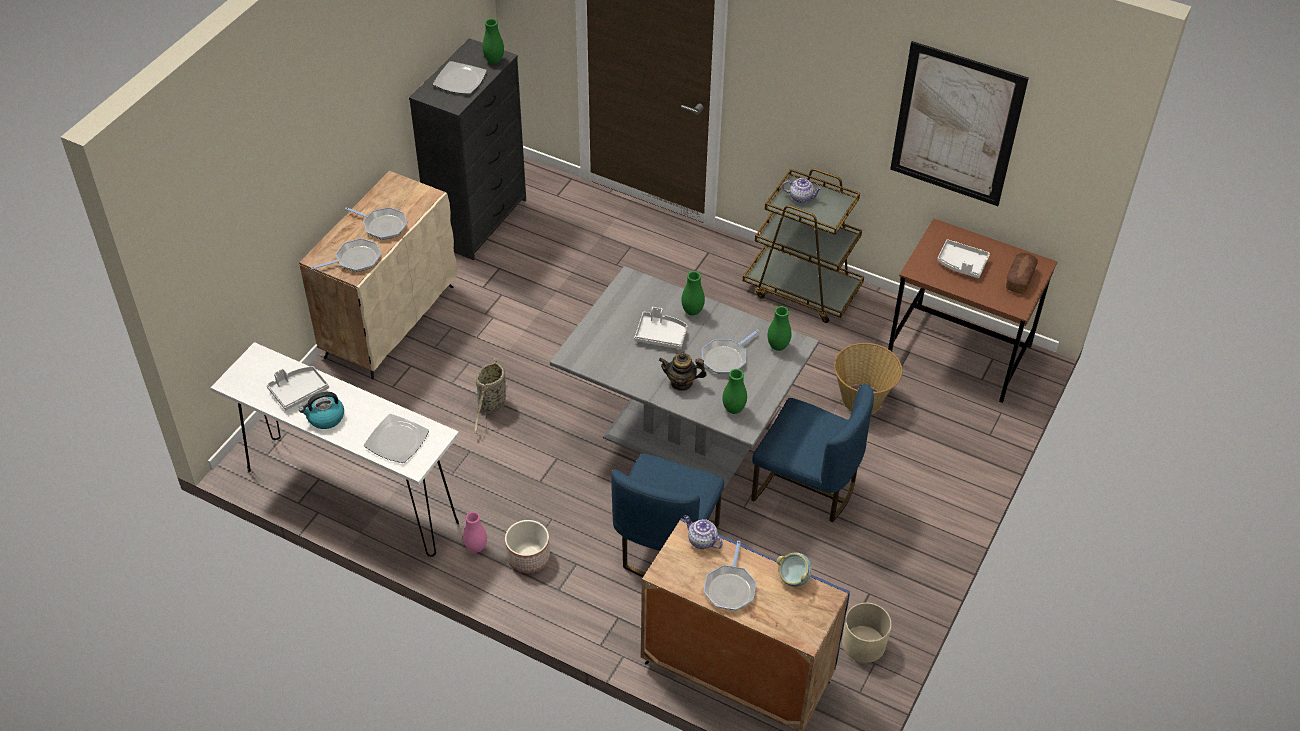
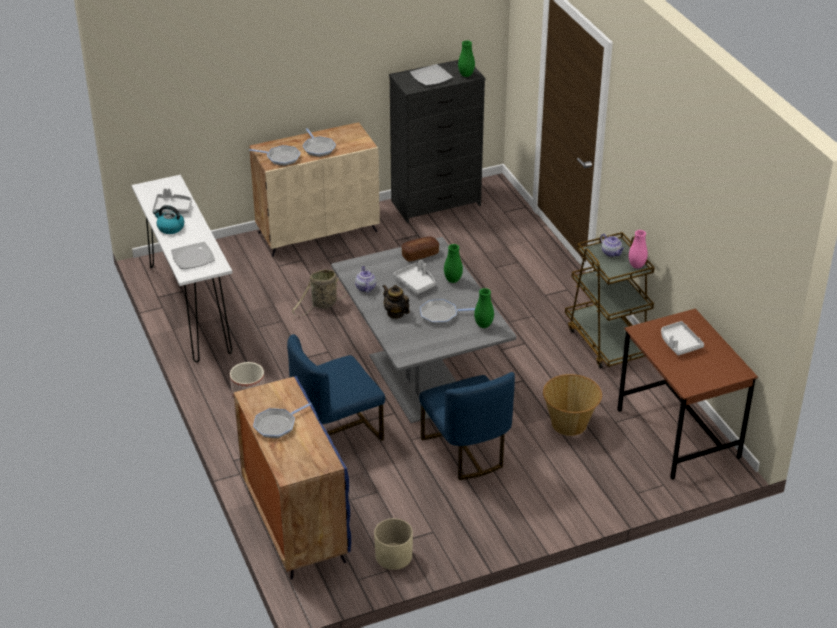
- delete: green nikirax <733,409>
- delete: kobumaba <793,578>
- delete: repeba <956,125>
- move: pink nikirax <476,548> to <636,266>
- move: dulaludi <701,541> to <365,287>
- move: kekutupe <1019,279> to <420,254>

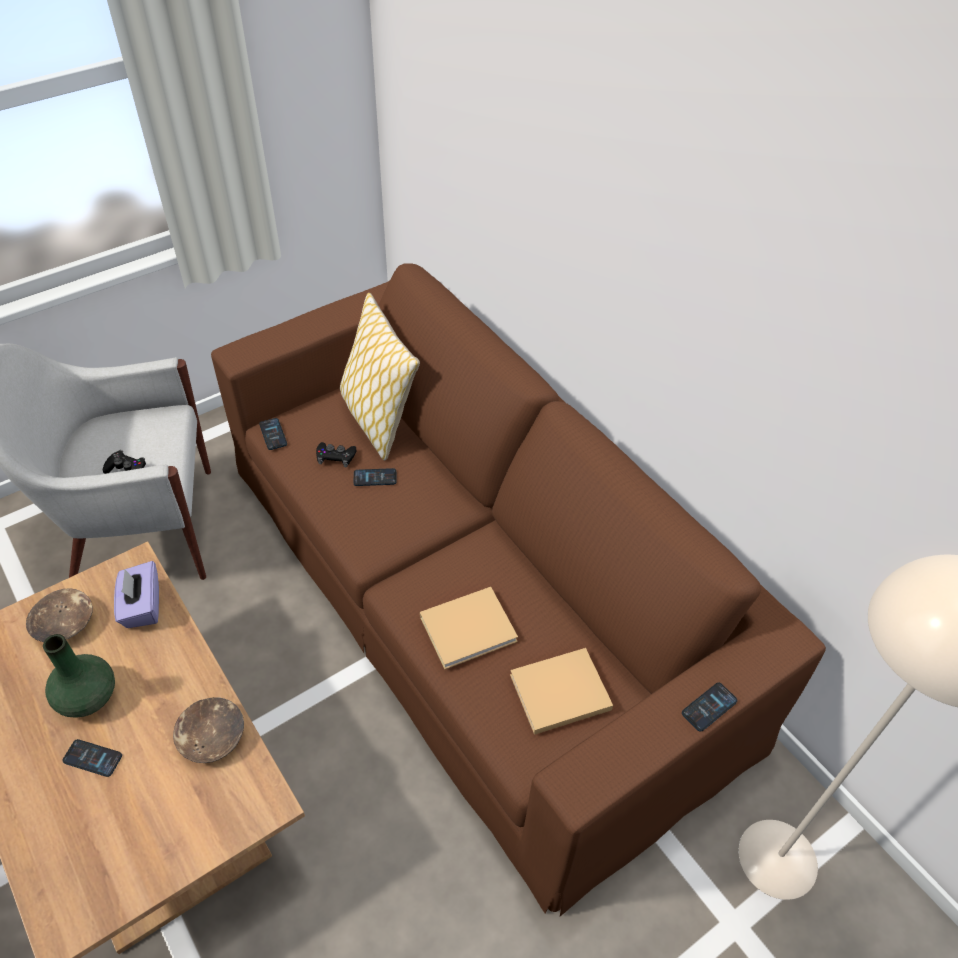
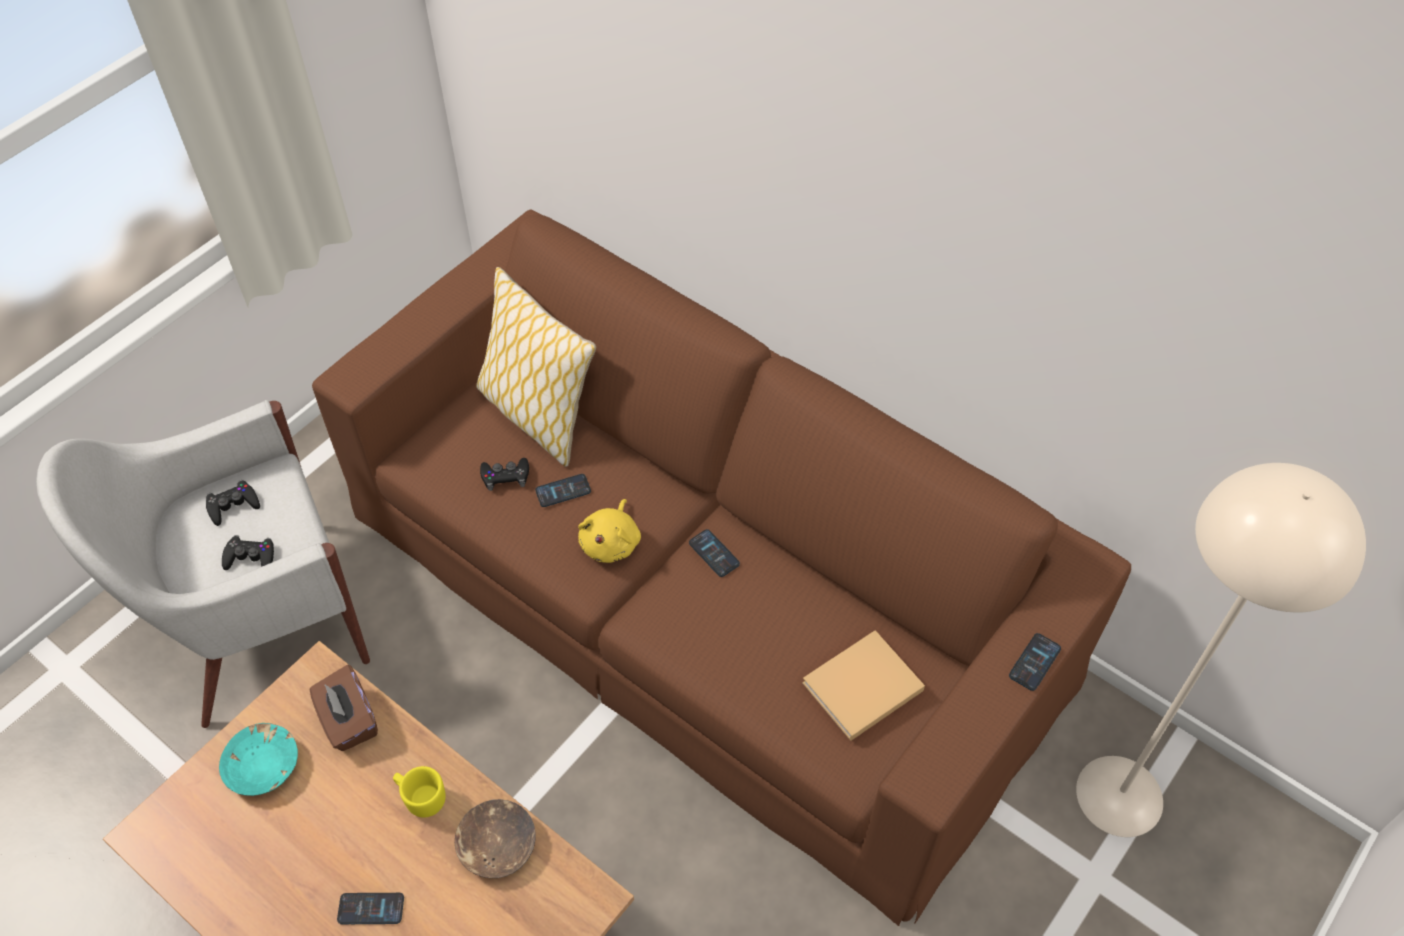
- delete: green nikirax <87,696>
- delete: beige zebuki <471,628>
- insert: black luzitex <233,505>
- insert: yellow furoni <421,797>
- insert: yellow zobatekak <611,542>
- move: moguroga <273,434> to <714,553>
- recolor: brown kobumaba <65,623> to turquoise kobumaba <264,766>
- recolor: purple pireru <142,606> to brown pireru <349,721>

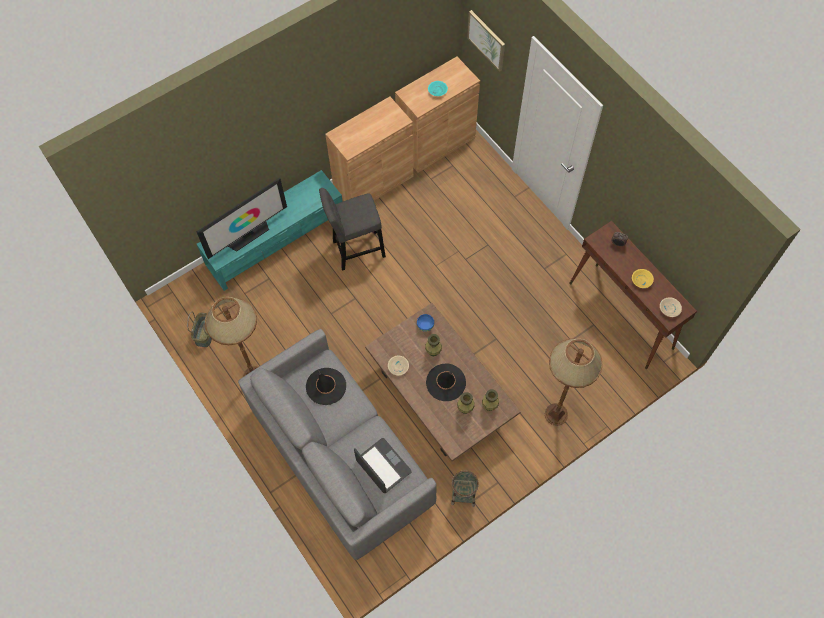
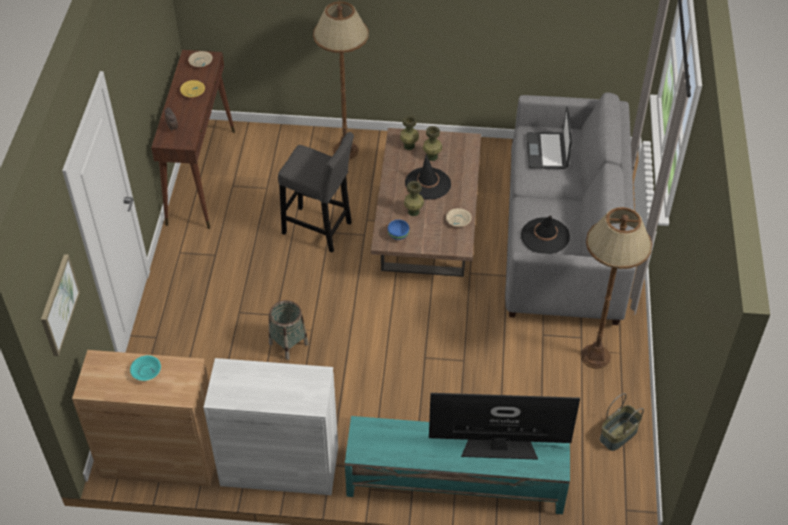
- move: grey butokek <356,250> to <320,230>
- move: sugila <463,494> to <288,343>
- recolor: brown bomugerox <373,182> to white bomugerox <279,466>

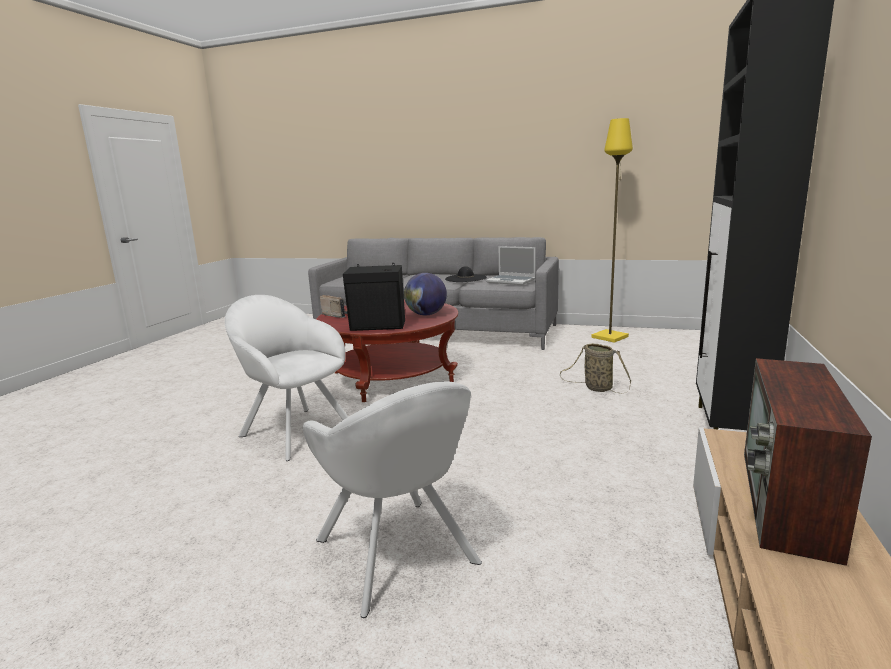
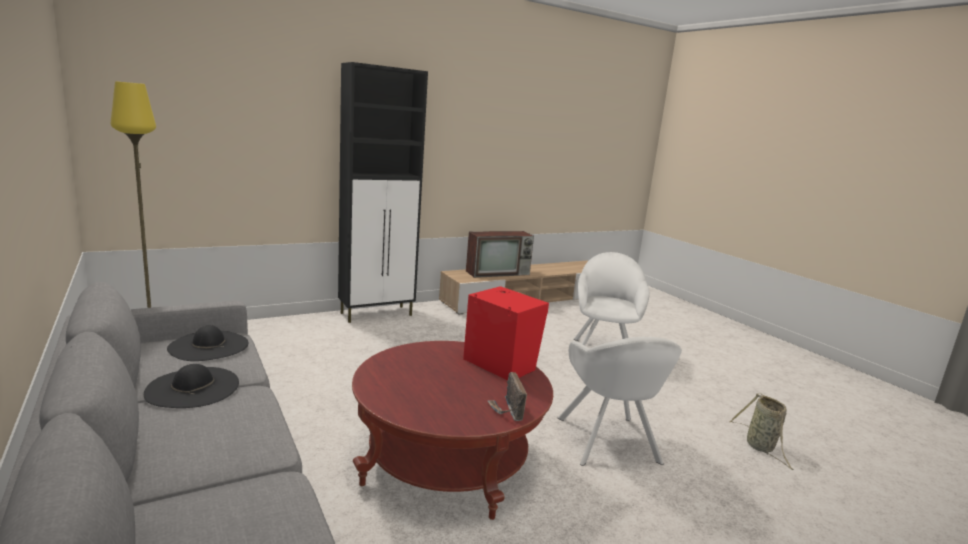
- delete: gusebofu <426,314>
- move: sugila <596,388> to <761,447>
- replace: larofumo <511,281> to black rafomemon <208,346>
- recolor: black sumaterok <378,326> to red sumaterok <500,363>

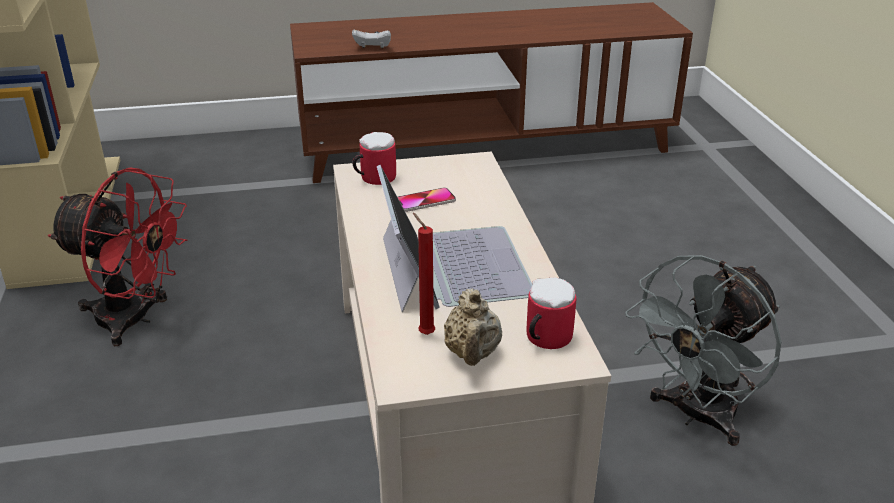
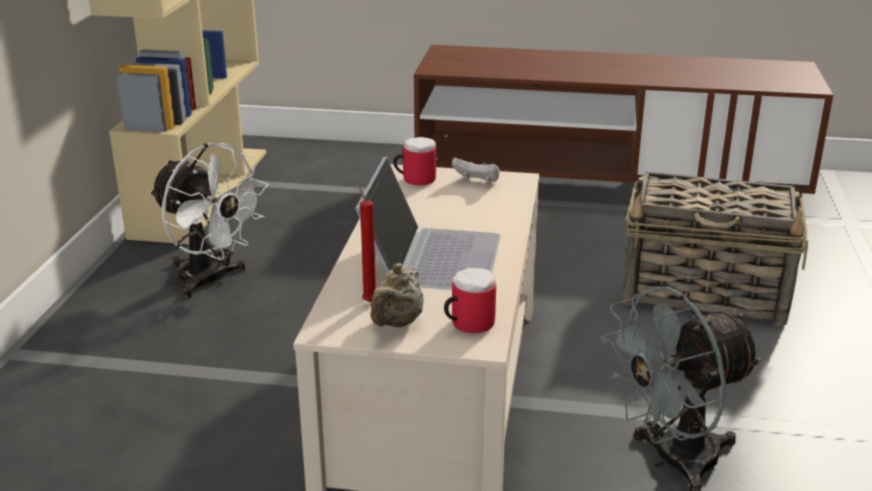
- delete: moguroga <425,201>
- insert: sugila <706,292>
- move: white luzitex <372,48> to <477,182>
- recolor: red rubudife <135,319> to white rubudife <211,281>

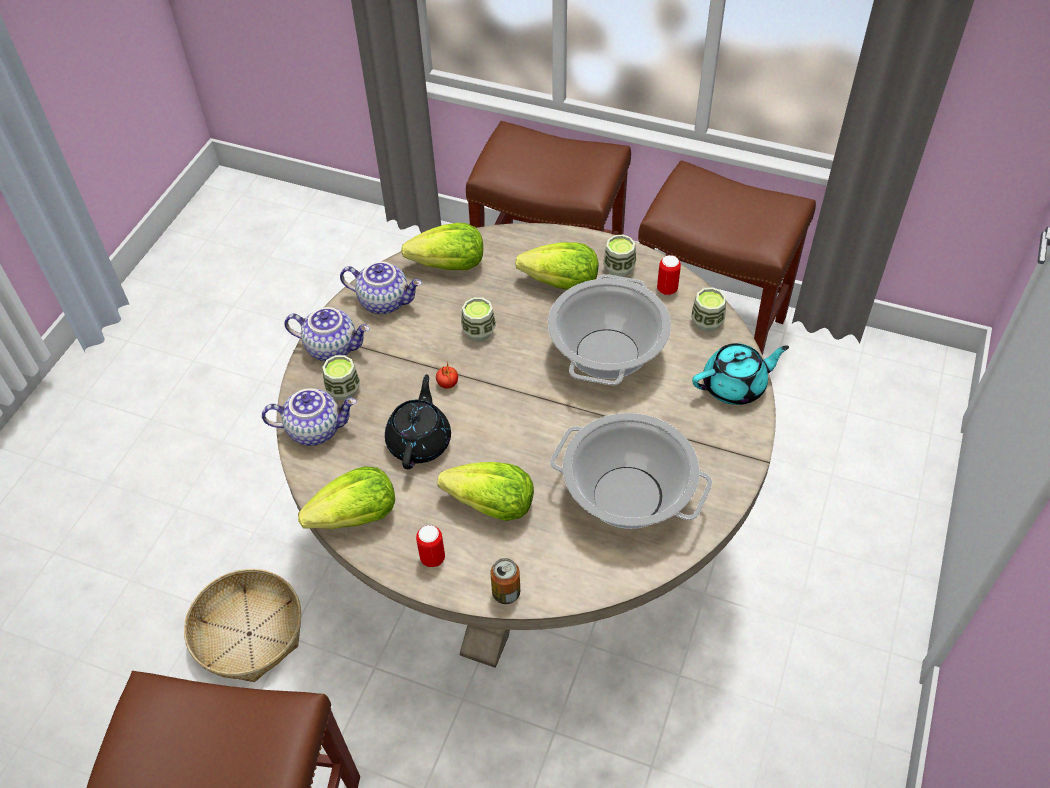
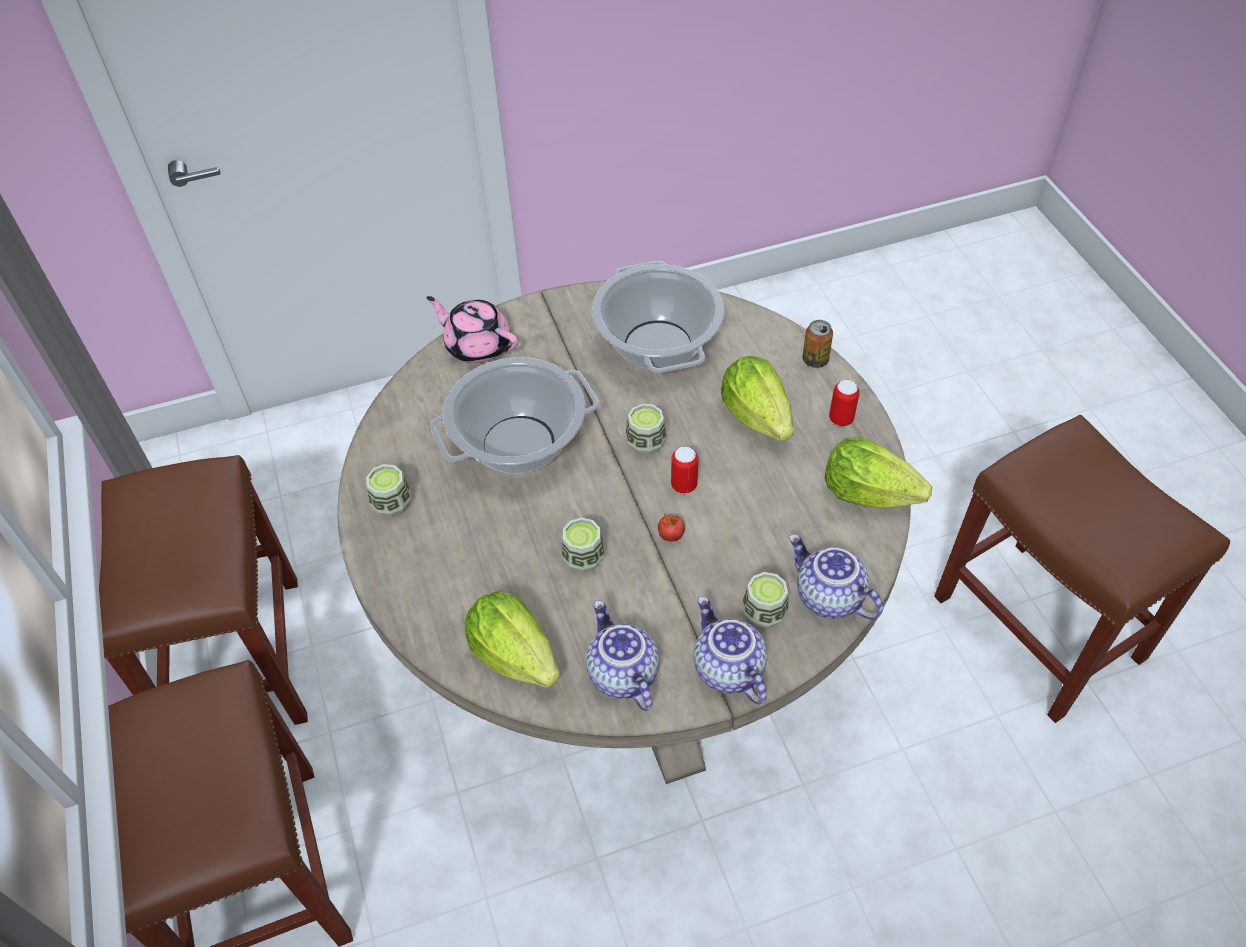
- delete: sugila <248,634>
- delete: black dulaludi <420,441>
- delete: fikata <561,284>
- move: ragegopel <667,289> to <684,485>
- move: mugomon <707,322> to <646,443>
- recolor: turquoise dulaludi <735,386> to pink dulaludi <477,345>

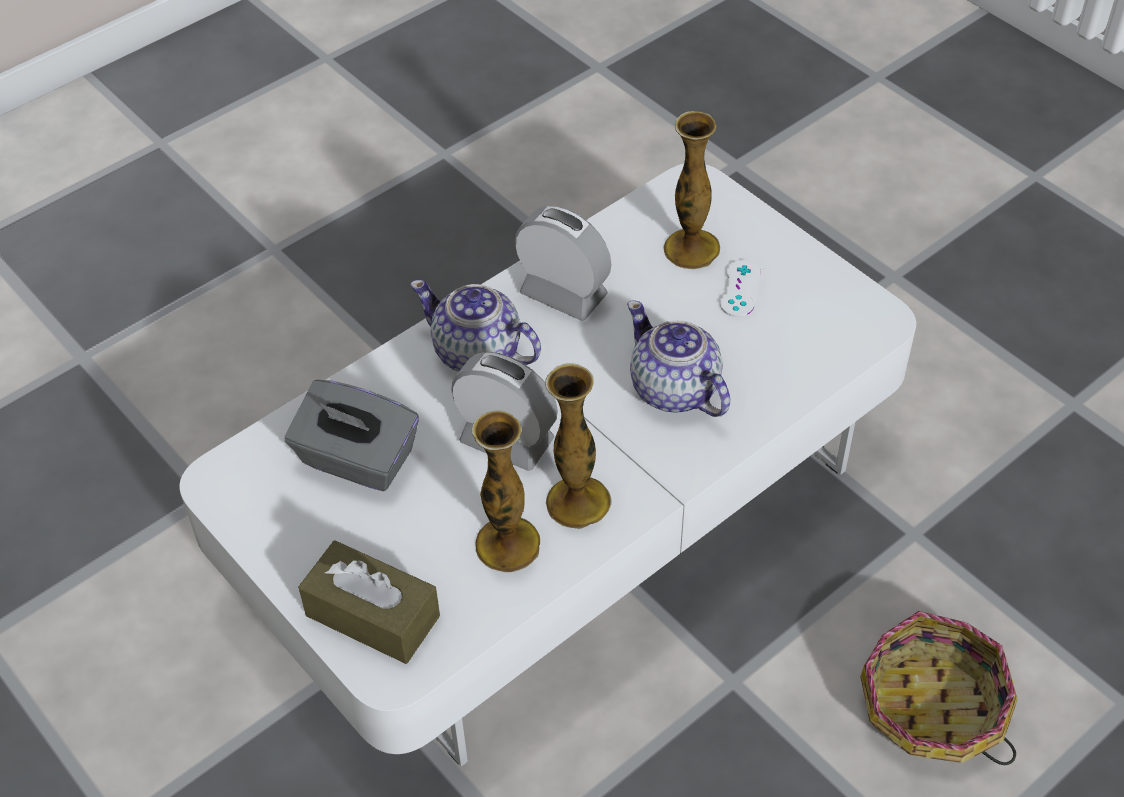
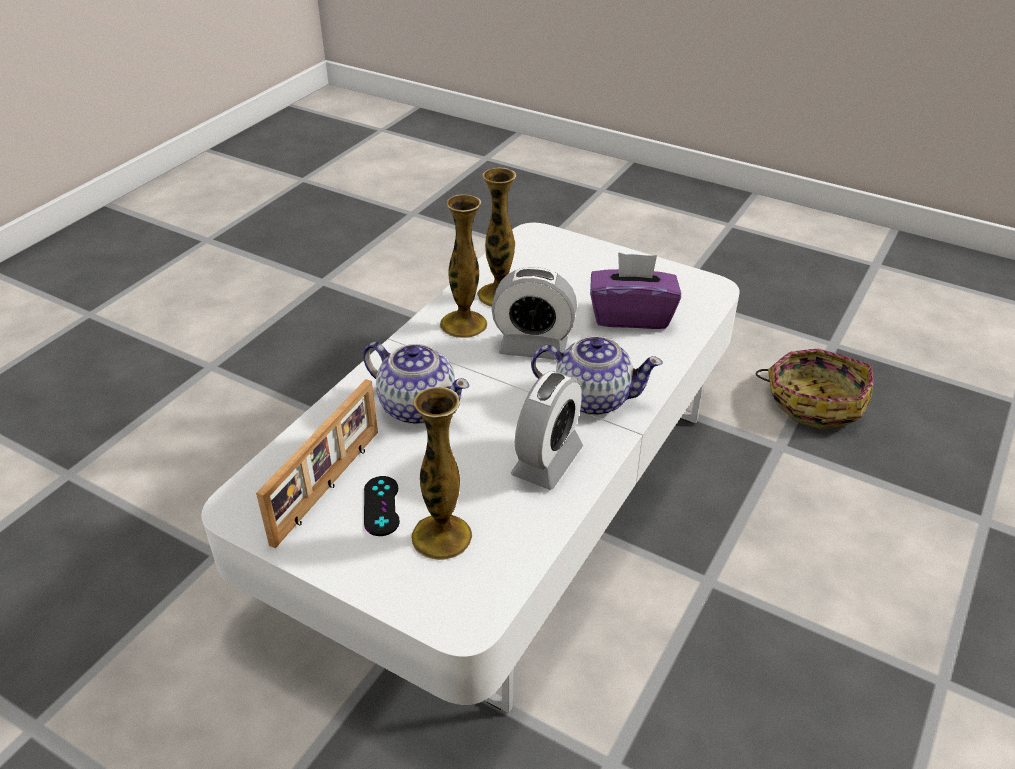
- delete: brown pireru <372,615>
- insert: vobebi <329,486>
- move: sugila <932,708> to <814,401>
- recolor: grey pireru <356,460> to purple pireru <631,315>
- recolor: white luzitex <740,288> to black luzitex <381,506>
- rotate: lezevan <563,294> = <547,461> 75 degrees counterclockwise

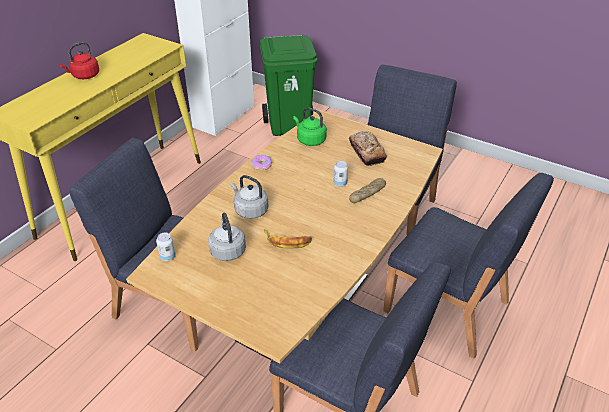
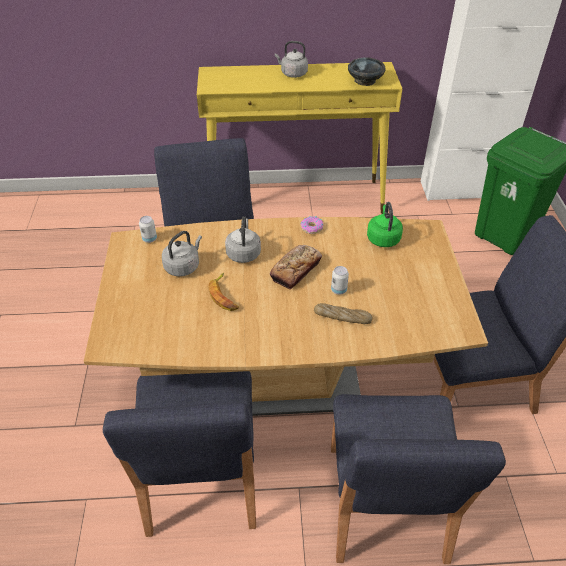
- insert: black kobumaba <365,81>
- move: kekutupe <366,152> to <296,270>
- recolor: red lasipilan <84,76> to grey lasipilan <292,74>

